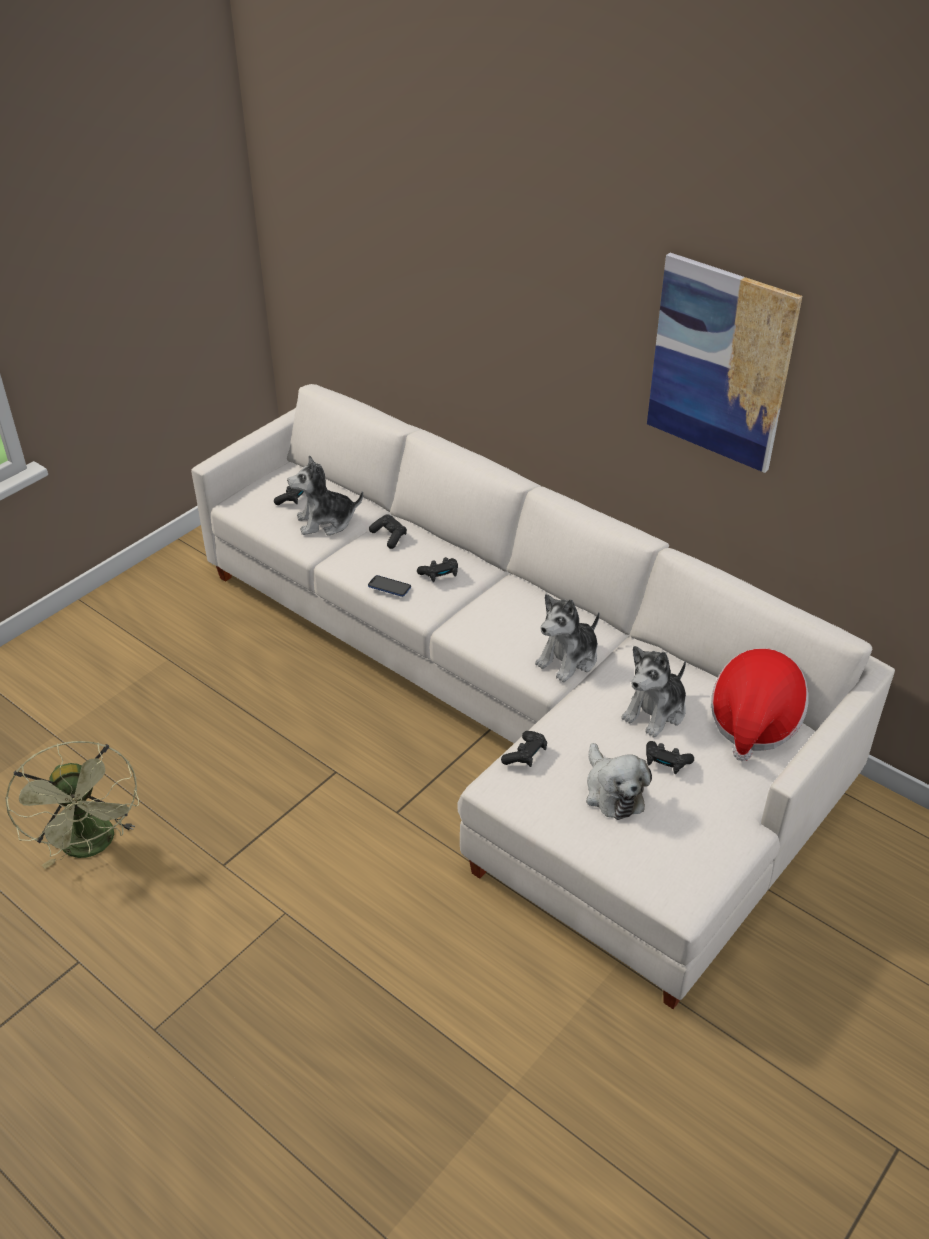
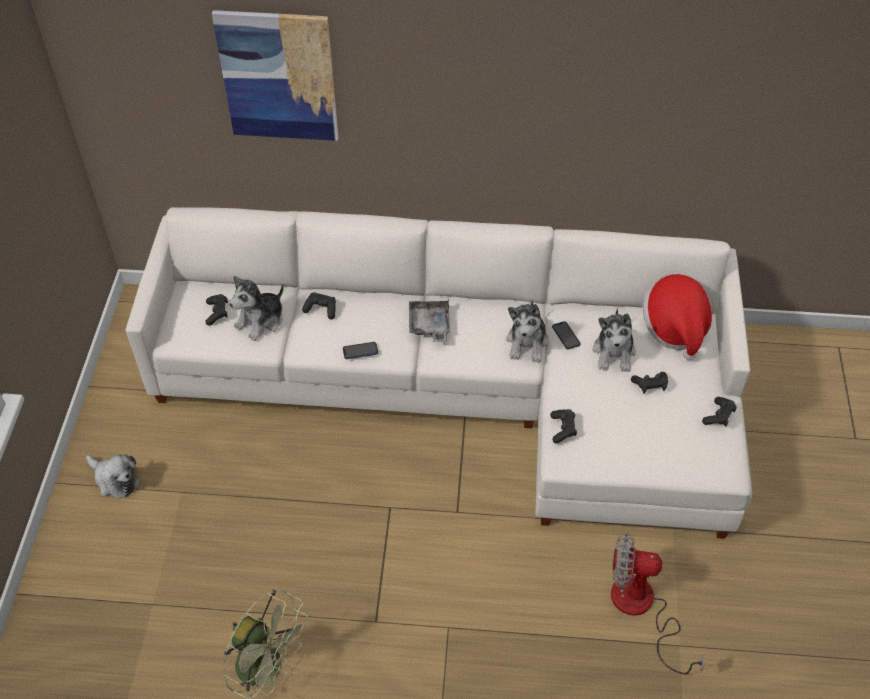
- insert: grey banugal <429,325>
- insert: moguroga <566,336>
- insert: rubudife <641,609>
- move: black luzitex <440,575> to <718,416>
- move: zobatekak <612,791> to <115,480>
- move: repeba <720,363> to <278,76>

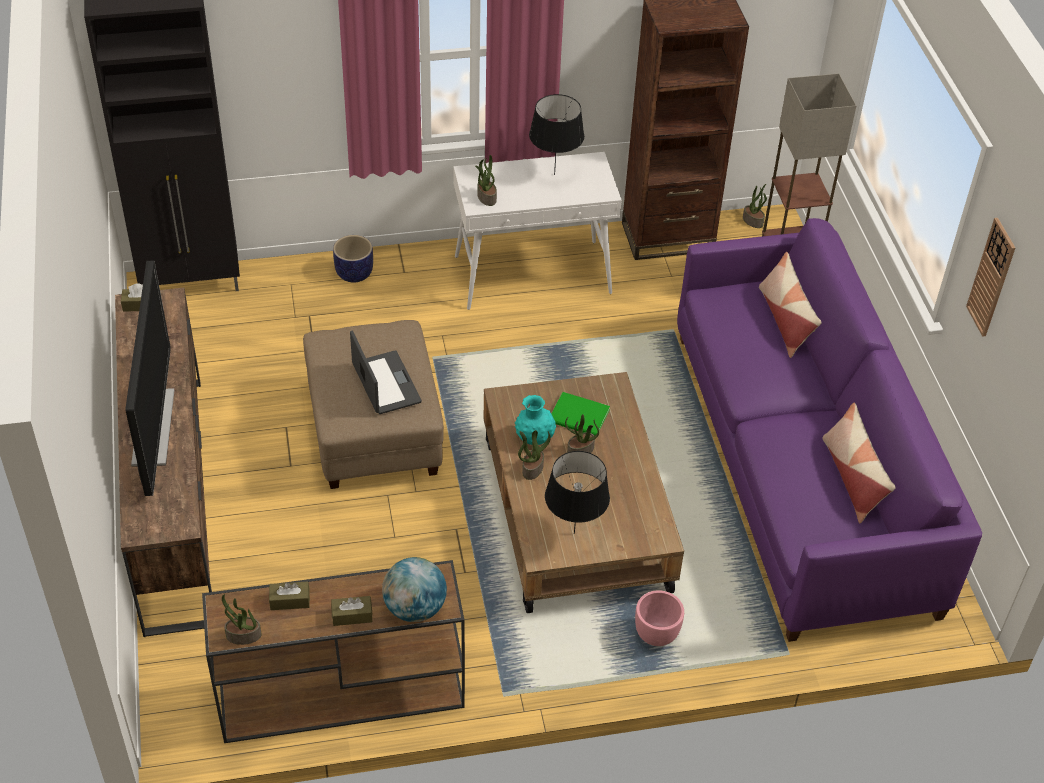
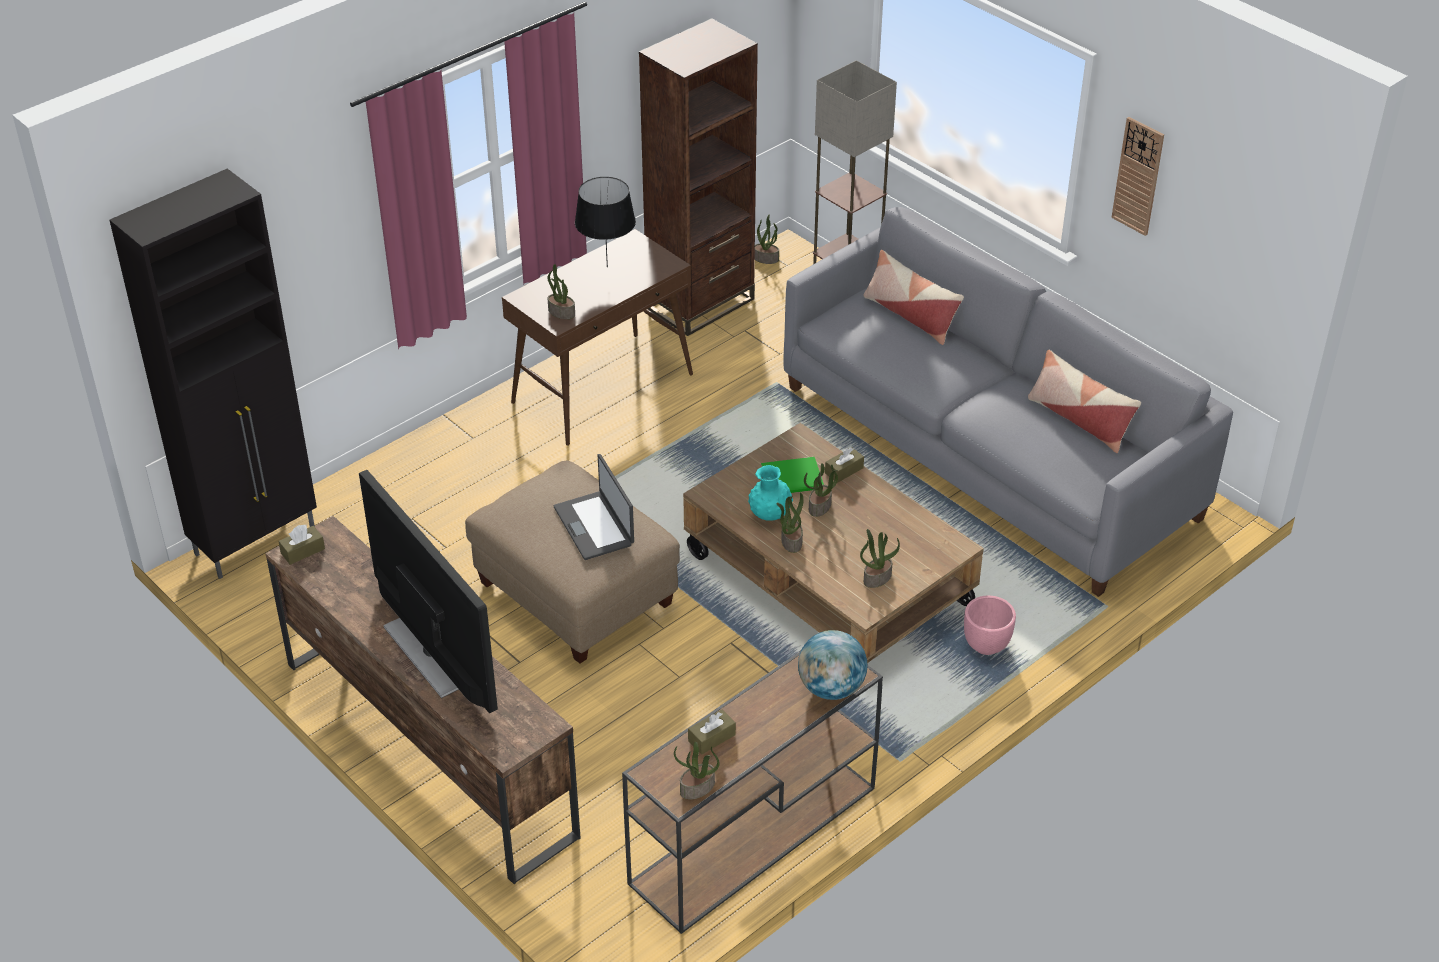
- delete: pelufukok <354,274>
- move: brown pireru <352,615> to <844,470>
- replace: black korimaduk <574,533> to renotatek <877,577>
- recolor: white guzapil <533,274> to brown guzapil <603,388>
- recolor: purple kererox <801,469> to grey kererox <989,451>
- rotate: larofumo <385,383> = <595,525> 150 degrees counterclockwise

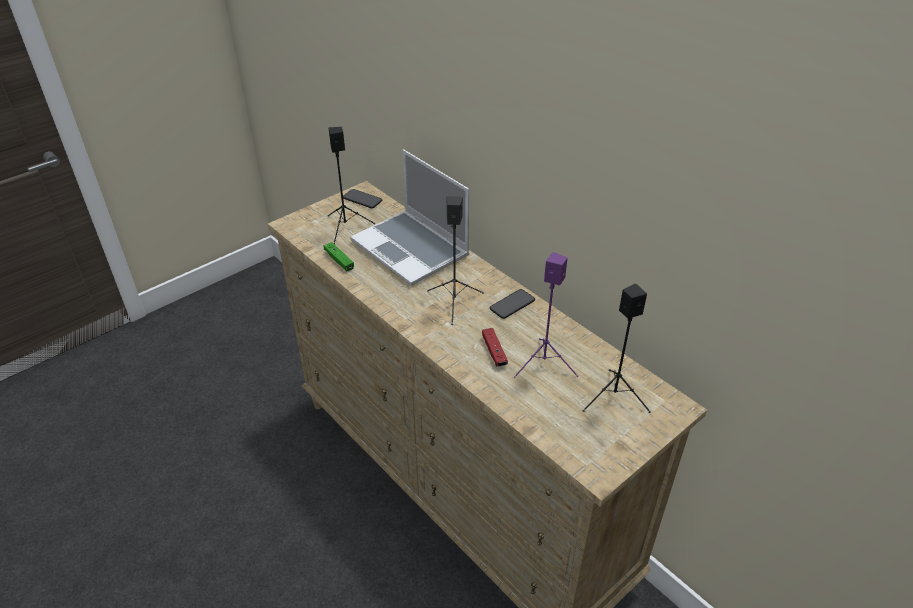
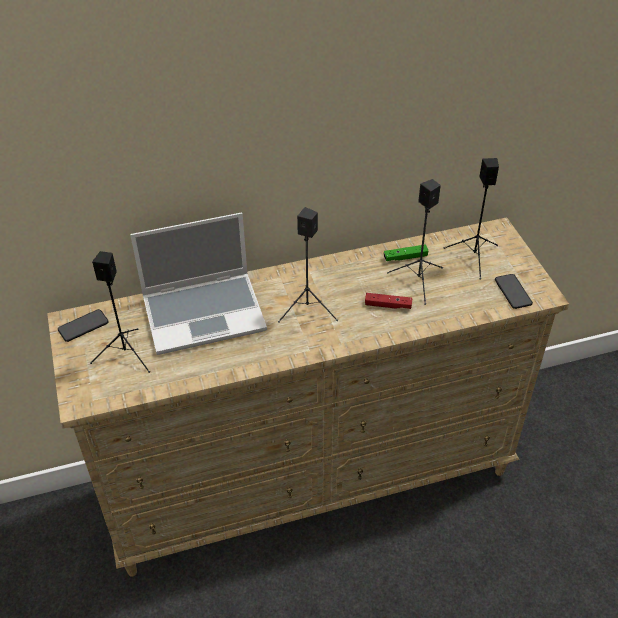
- move: green luzitex <339,260> to <405,257>
- move: moguroga <512,304> to <513,292>
- recolor: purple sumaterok <543,364> to black sumaterok <418,281>

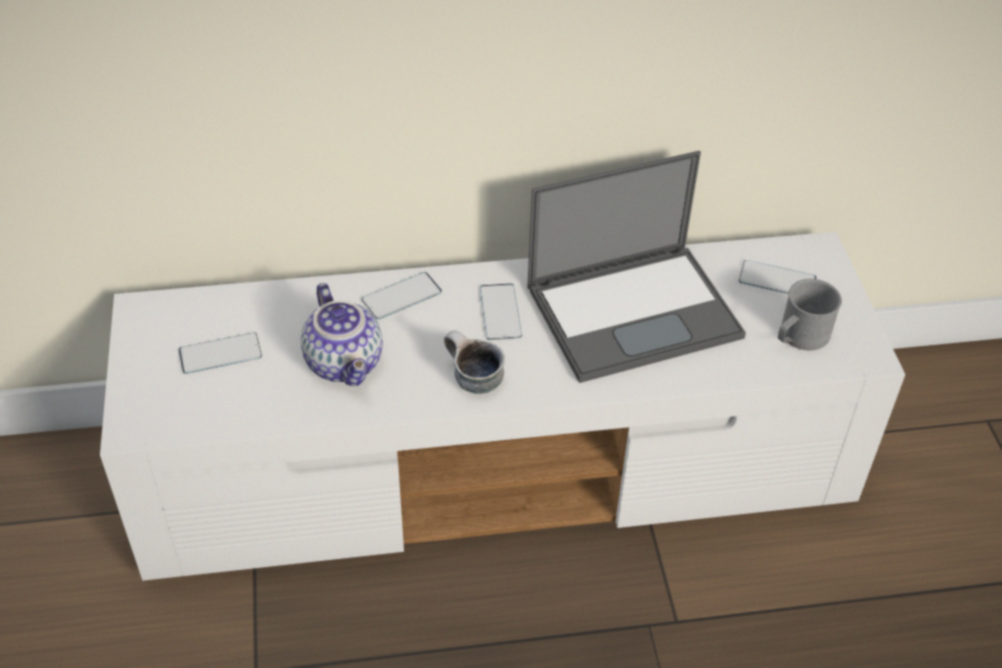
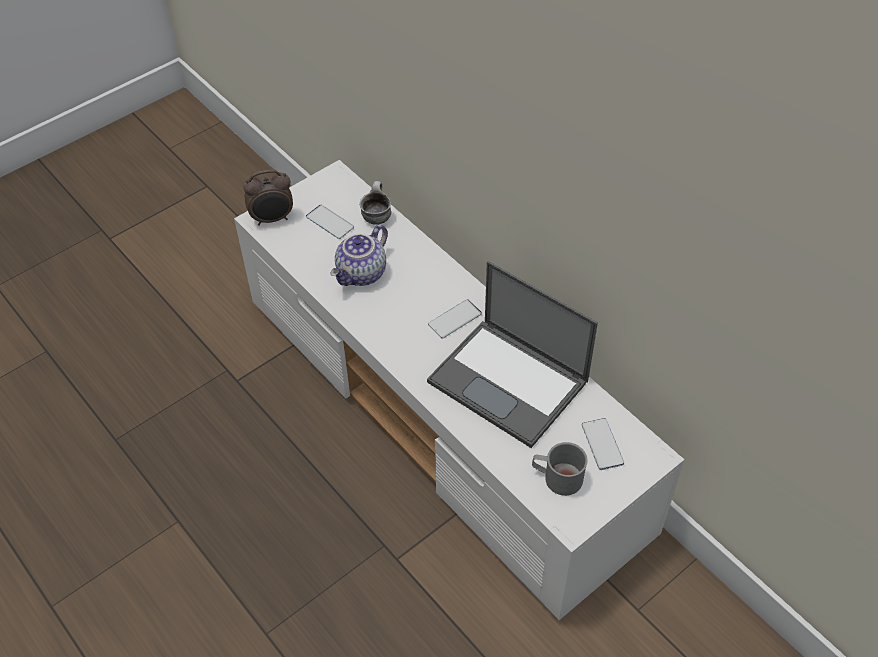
- delete: moguroga <402,296>
- insert: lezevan <272,219>
- move: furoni <471,380> to <376,215>

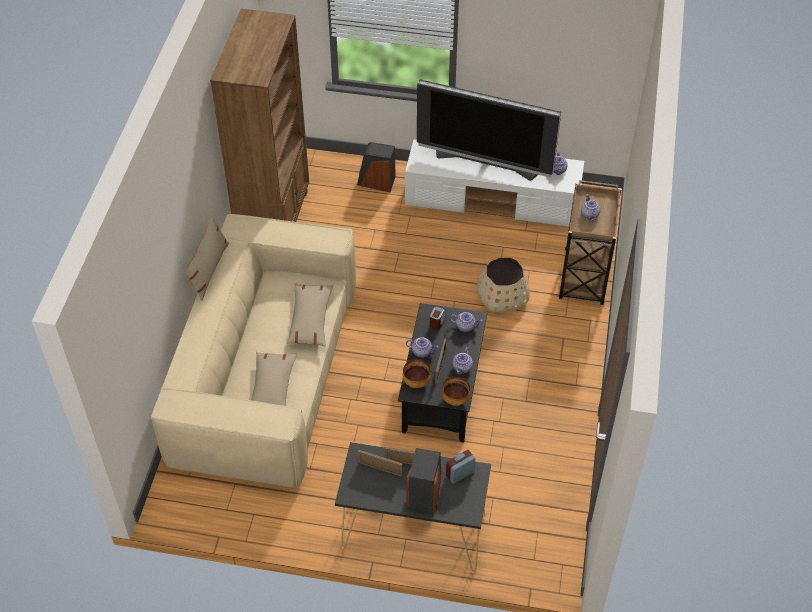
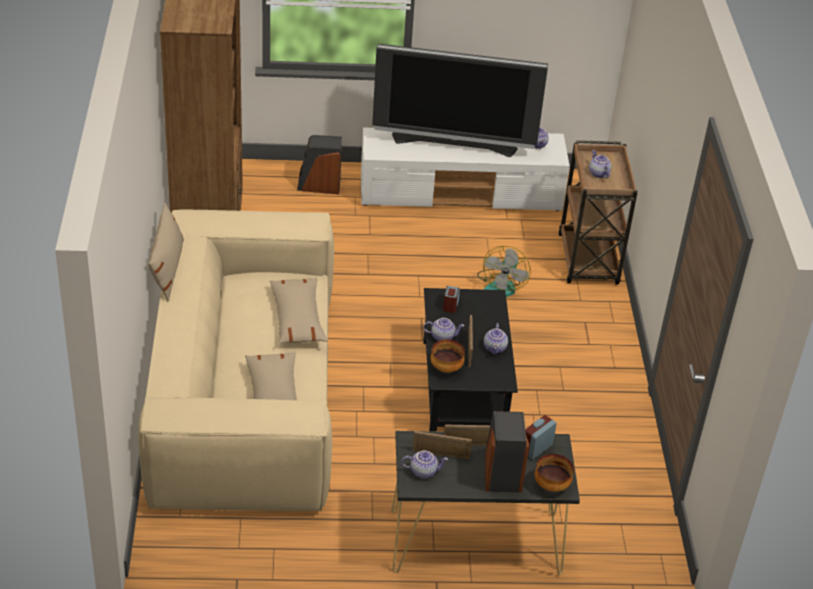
- move: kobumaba <455,399> to <551,485>
- move: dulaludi <465,326> to <423,471>
- replace: beige pelufukok <502,295> to rubudife <501,285>

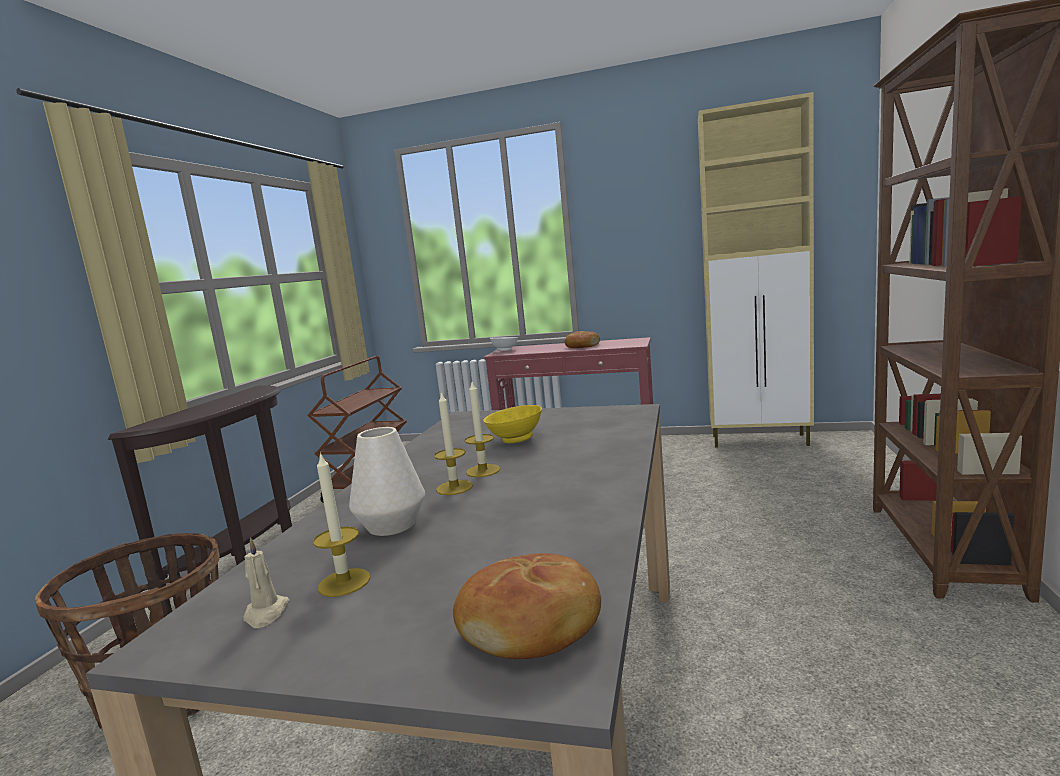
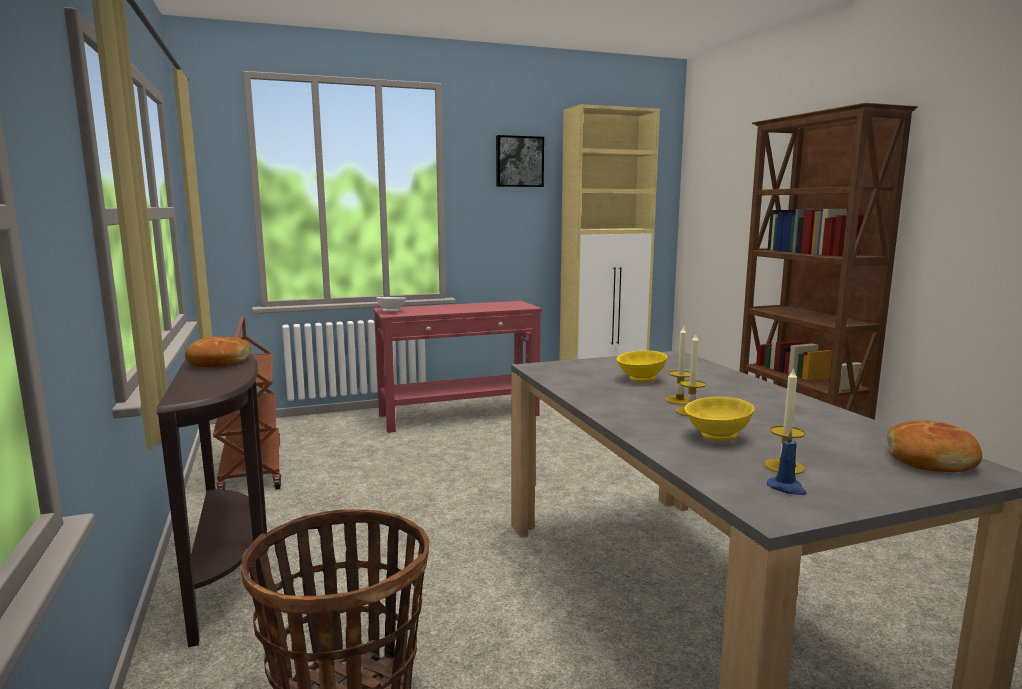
- insert: repeba <519,161>
- move: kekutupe <582,346> to <218,362>
- replace: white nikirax <391,525> to yellow kobumaba <716,436>
- recolor: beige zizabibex <266,614> to blue zizabibex <787,488>

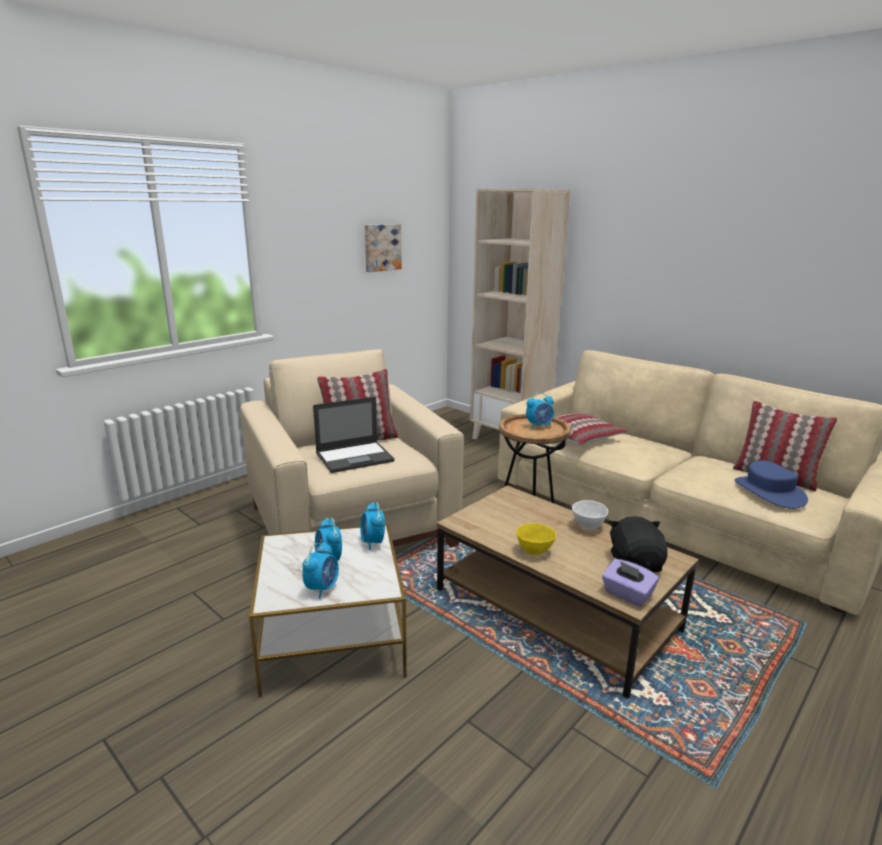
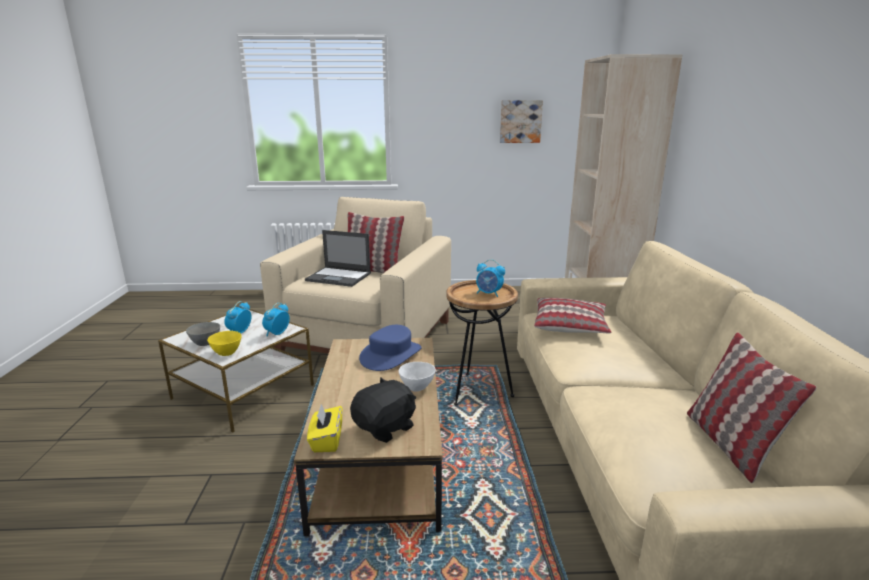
- move: yellow kobumaba <535,551> to <227,353>
- move: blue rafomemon <768,492> to <390,355>
- replace: lezevan <322,588> to grey kobumaba <206,343>
- recolor: purple pireru <627,594> to yellow pireru <326,440>

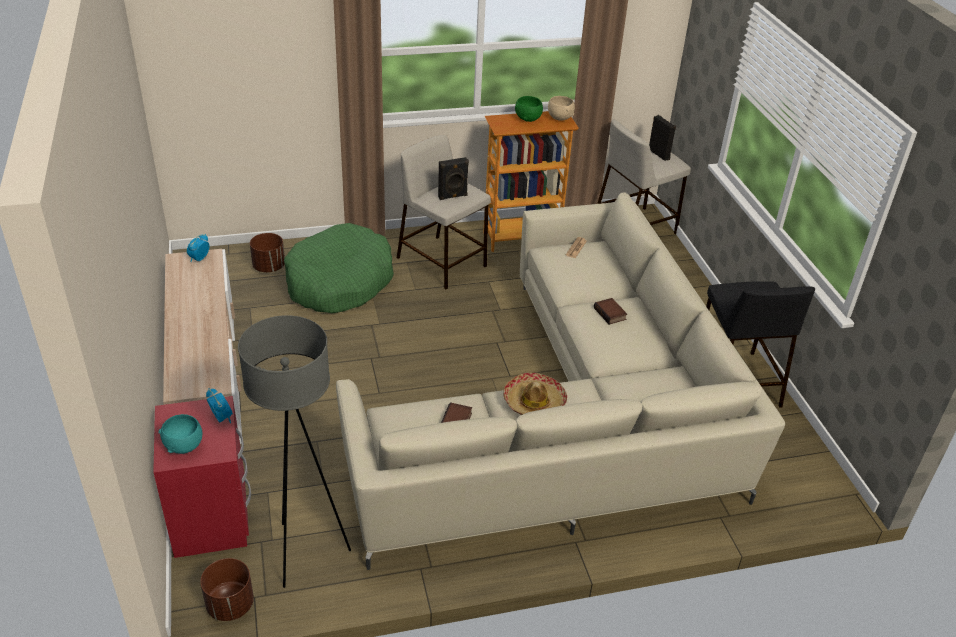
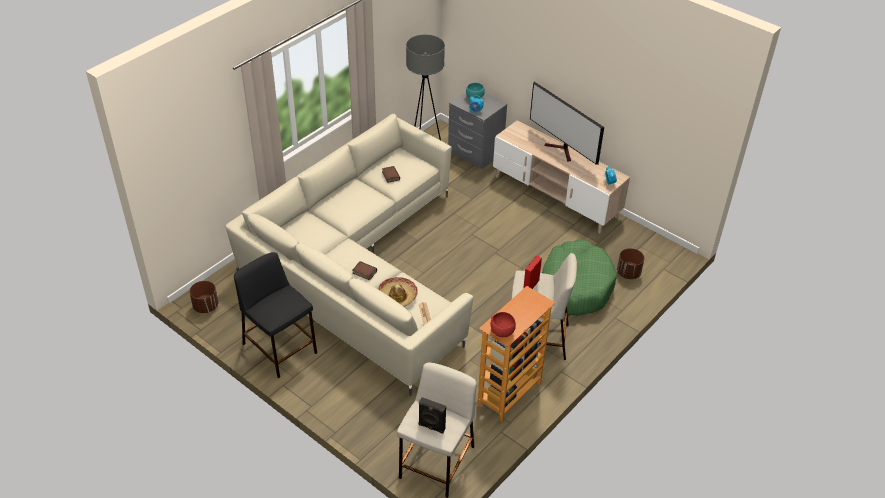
- delete: green kobumaba <528,119>
- insert: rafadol <562,151>
- move: brown pelufukok <230,605> to <206,306>
- move: rafomemon <534,402> to <397,296>
- recolor: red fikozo <212,517> to grey fikozo <475,152>
- recolor: black sumaterok <453,196> to red sumaterok <530,286>
- recolor: beige kobumaba <559,118> to red kobumaba <502,332>

